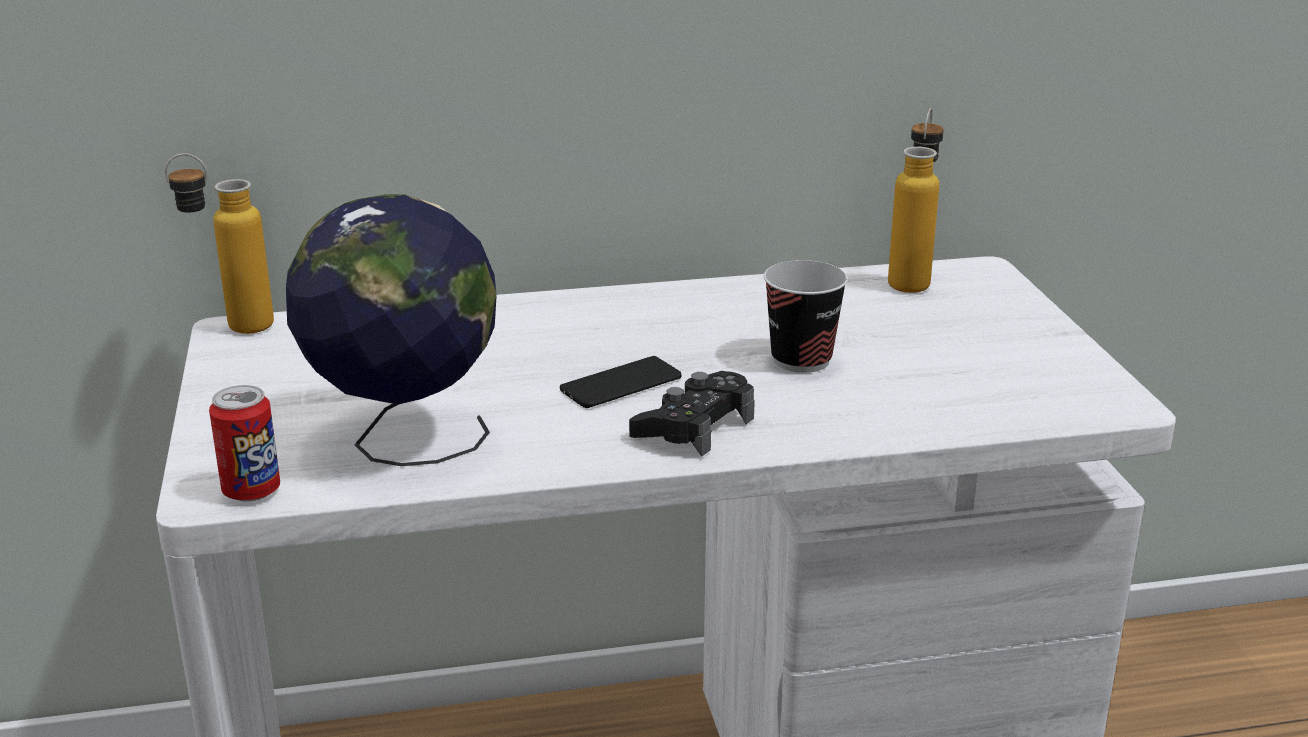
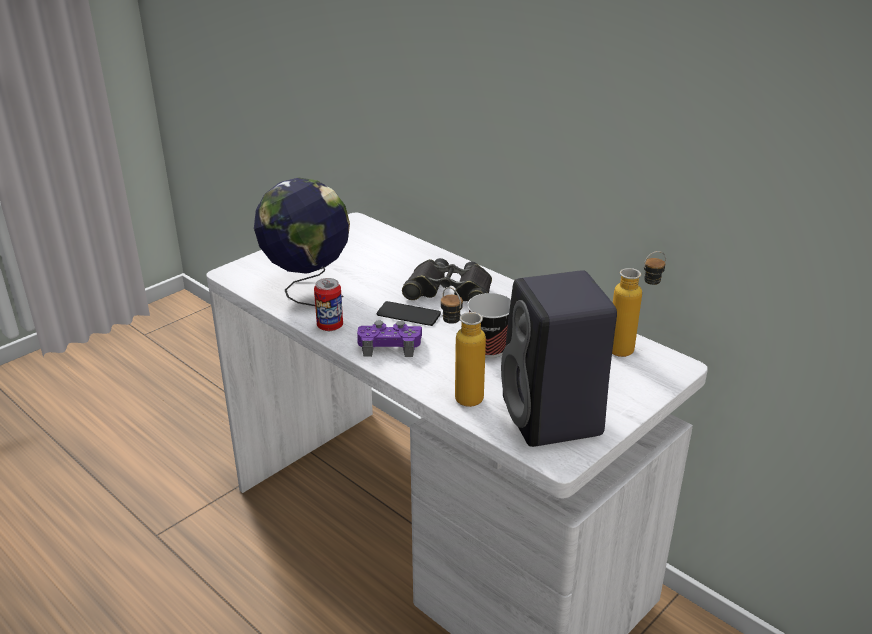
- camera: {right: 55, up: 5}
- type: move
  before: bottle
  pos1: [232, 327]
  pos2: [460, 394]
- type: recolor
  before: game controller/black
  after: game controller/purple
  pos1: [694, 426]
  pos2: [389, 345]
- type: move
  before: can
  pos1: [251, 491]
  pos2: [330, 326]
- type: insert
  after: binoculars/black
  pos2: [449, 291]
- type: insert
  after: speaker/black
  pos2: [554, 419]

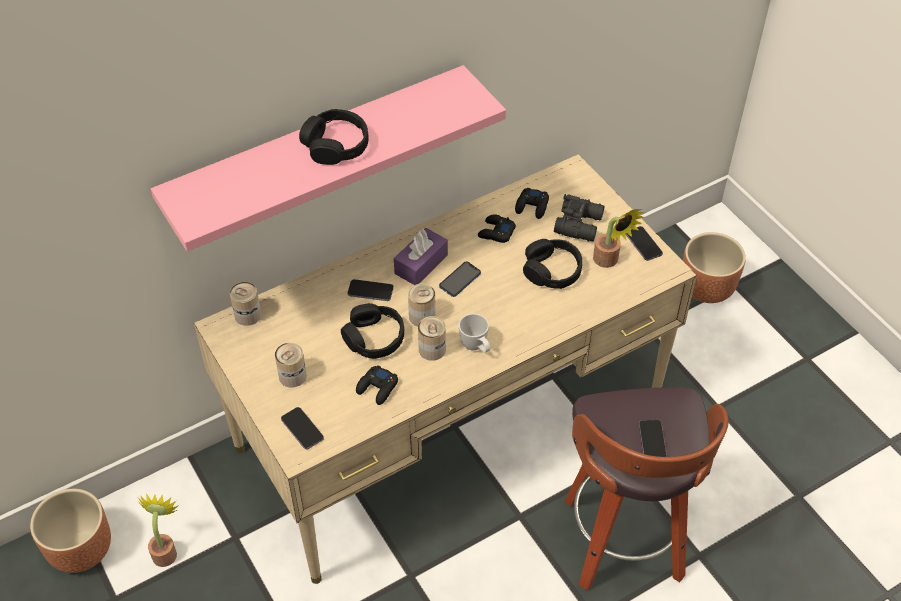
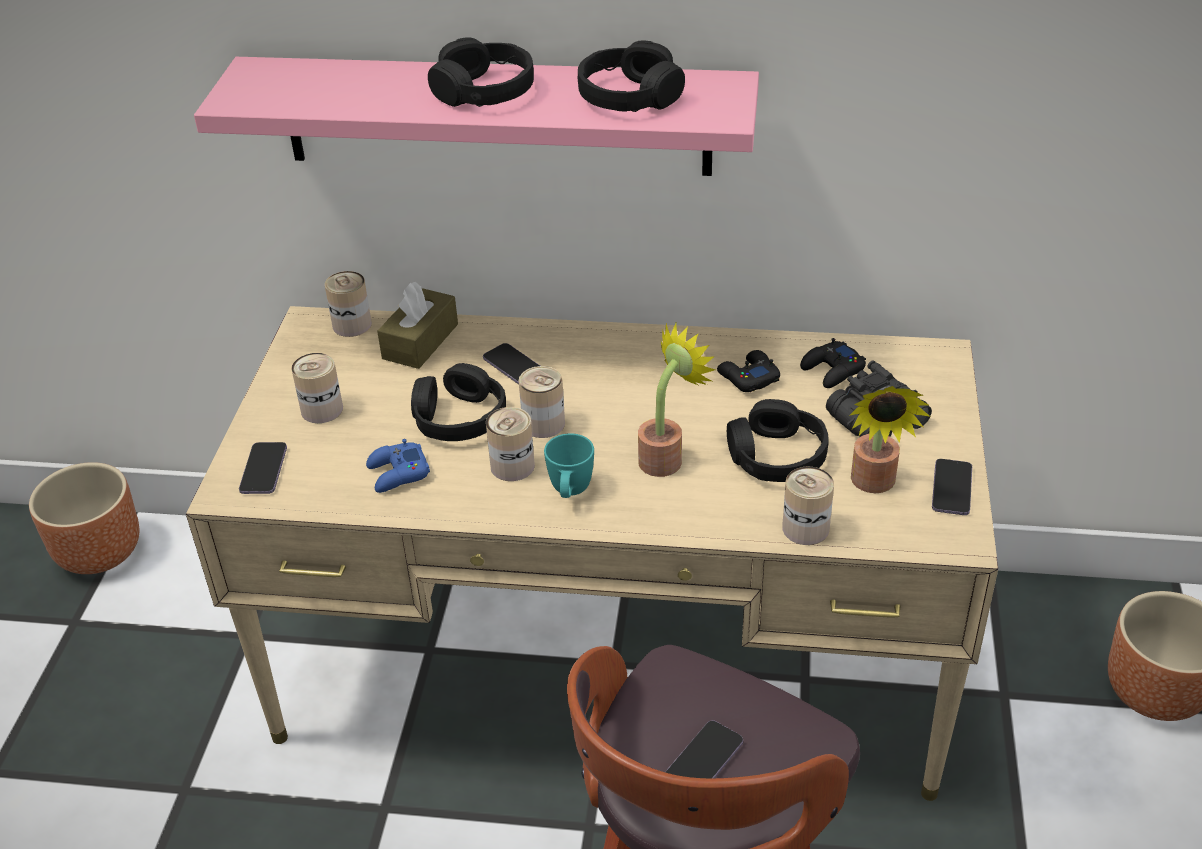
- camera: {right: 40, up: -10}
- type: delete
  before: tissue box/purple
  pos1: [421, 264]
- type: delete
  before: phone
  pos1: [460, 280]
- type: recolor
  before: mug/white
  after: mug/turquoise
  pos1: [476, 347]
  pos2: [570, 493]
- type: recolor
  before: game controller/black
  after: game controller/blue
  pos1: [377, 388]
  pos2: [397, 473]
- type: move
  before: potted plant
  pos1: [165, 550]
  pos2: [666, 457]
- type: insert
  after: headphones/black
  pos2: [629, 96]
- type: insert
  after: tissue box/brown
  pos2: [420, 341]
- type: insert
  after: can
  pos2: [805, 528]

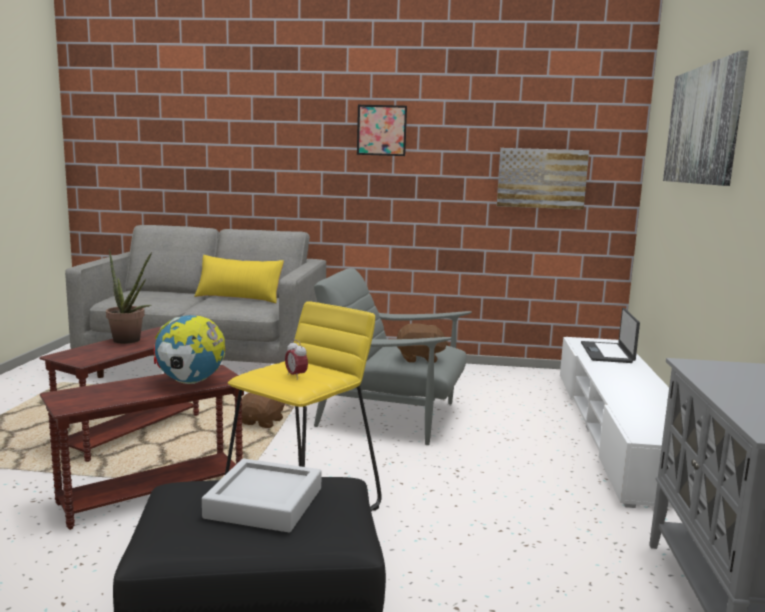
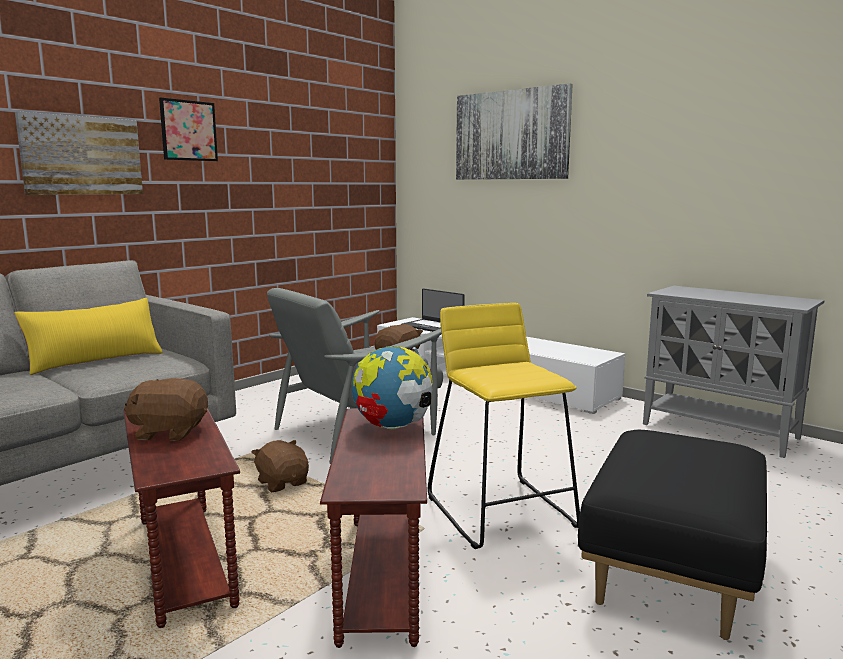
- camera: {right: -55, up: 0}
- type: move
  before: picture
  pos1: [541, 178]
  pos2: [81, 156]
- type: replace
  before: potted plant
  after: plush toy/brown
  pos1: [130, 341]
  pos2: [169, 432]
- type: delete
  before: alarm clock
  pos1: [296, 376]
- type: delete
  before: tray/grey
  pos1: [264, 503]

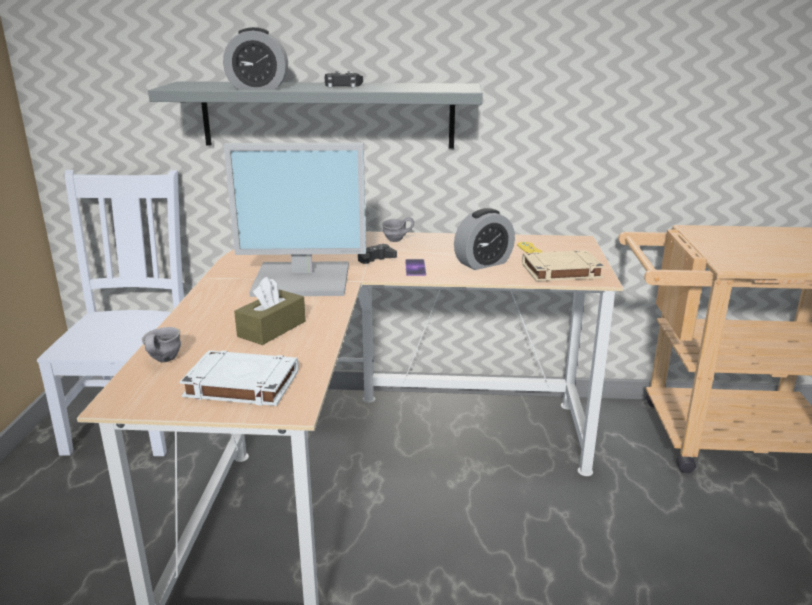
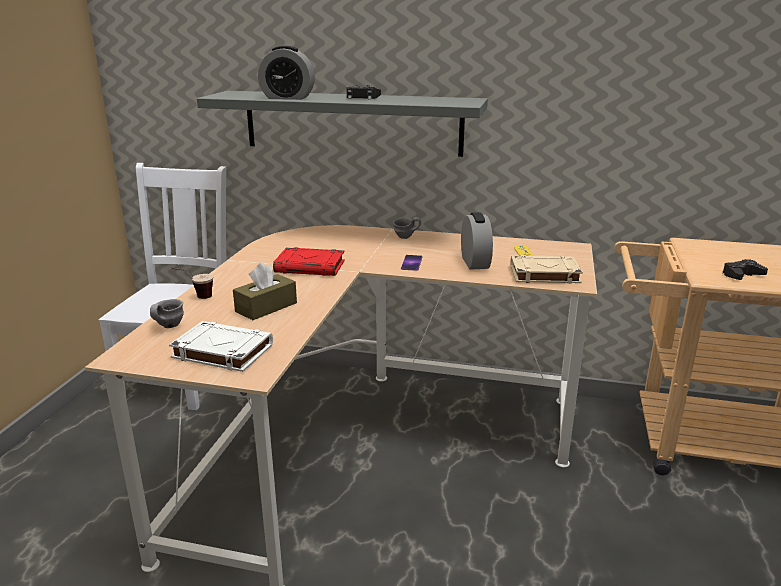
- camera: {right: 10, up: 0}
- type: replace
  before: monitor
  after: book/red
  pos1: [304, 279]
  pos2: [310, 267]
- type: rotate
  before: alarm clock
  pos1: [483, 263]
  pos2: [475, 263]
  turn: -75
- type: move
  before: game controller/black
  pos1: [375, 259]
  pos2: [742, 275]
- type: insert
  after: cup
  pos2: [195, 297]

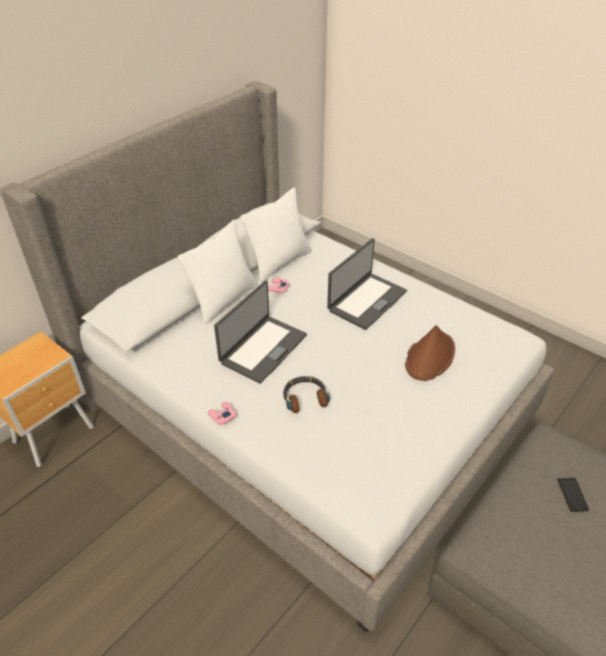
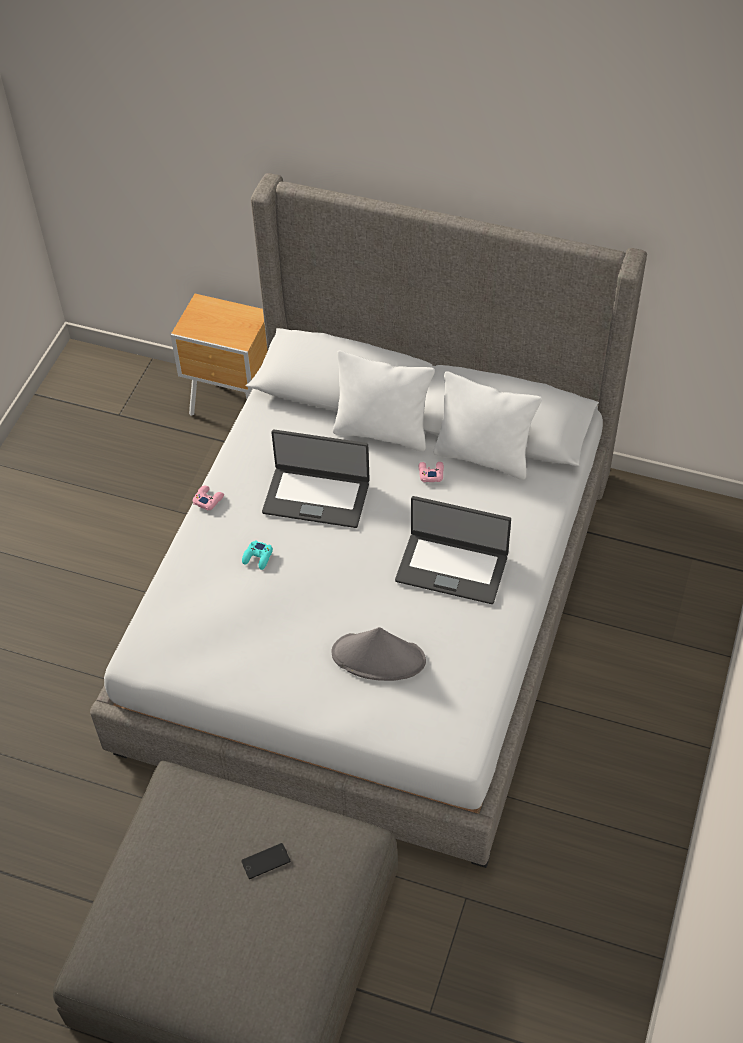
- camera: {right: 70, up: 10}
- type: recolor
  before: hat/brown
  after: hat/grey
  pos1: [430, 356]
  pos2: [379, 657]
- type: replace
  before: headphones
  after: game controller/turquoise
  pos1: [305, 397]
  pos2: [258, 557]

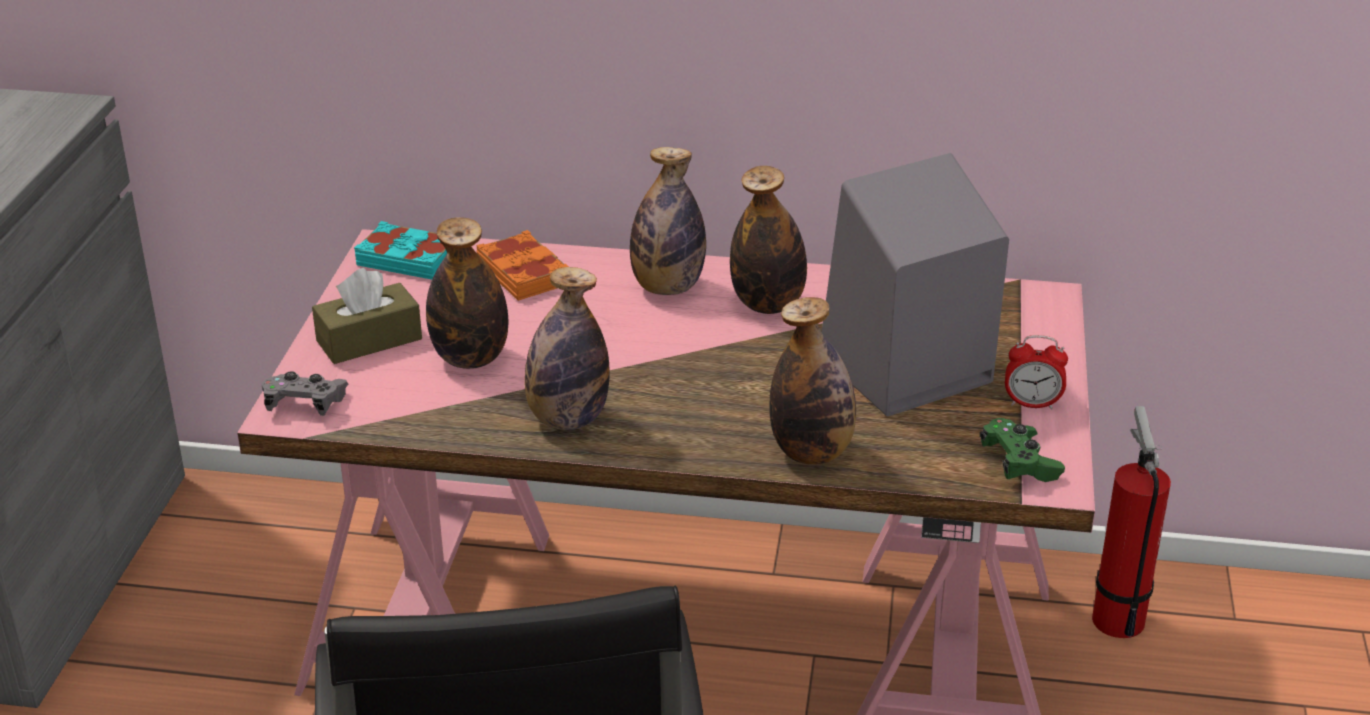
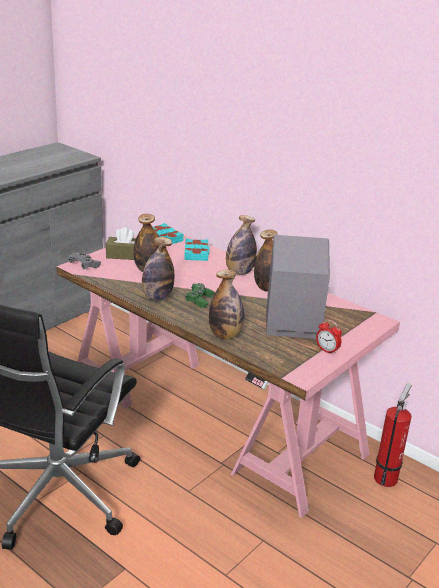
- camera: {right: 30, up: -5}
- type: recolor
  before: book/orange
  after: book/turquoise
  pos1: [524, 273]
  pos2: [196, 253]
- type: move
  before: game controller/green
  pos1: [1019, 463]
  pos2: [199, 300]

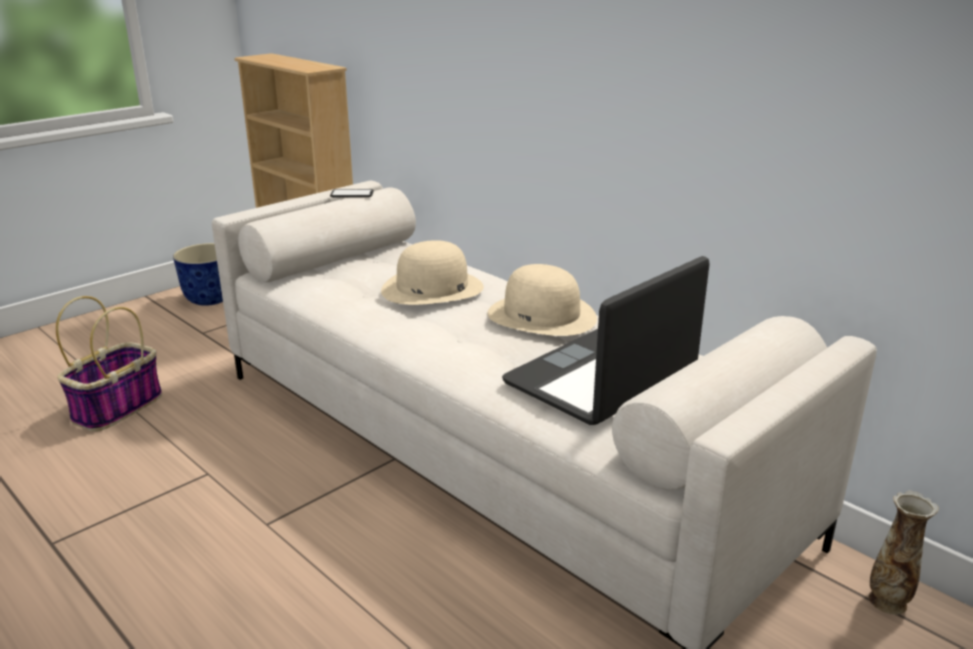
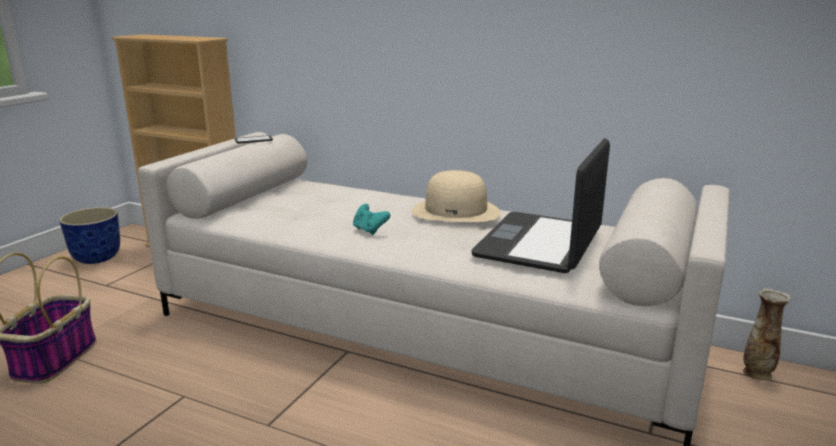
- camera: {right: -20, up: -5}
- type: delete
  before: hat/beige
  pos1: [432, 288]
- type: insert
  after: game controller/turquoise
  pos2: [369, 230]

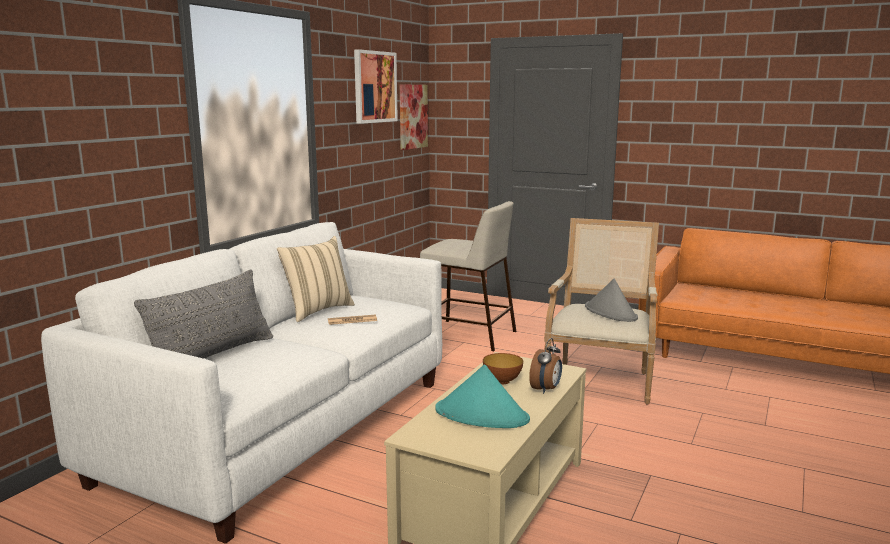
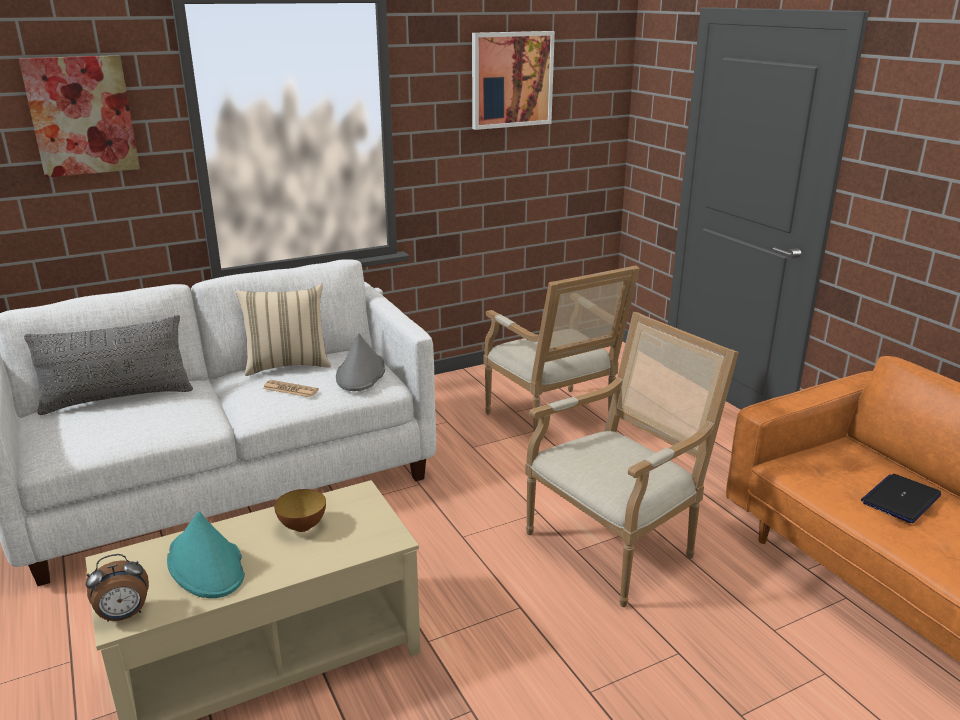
- camera: {right: 35, up: 10}
- type: move
  before: picture
  pos1: [412, 116]
  pos2: [82, 116]
- type: replace
  before: stool/beige
  after: armchair
  pos1: [467, 335]
  pos2: [555, 420]
- type: move
  before: hat/grey
  pos1: [611, 313]
  pos2: [361, 374]
- type: move
  before: alarm clock
  pos1: [546, 389]
  pos2: [124, 615]
- type: insert
  after: laptop
  pos2: [901, 499]

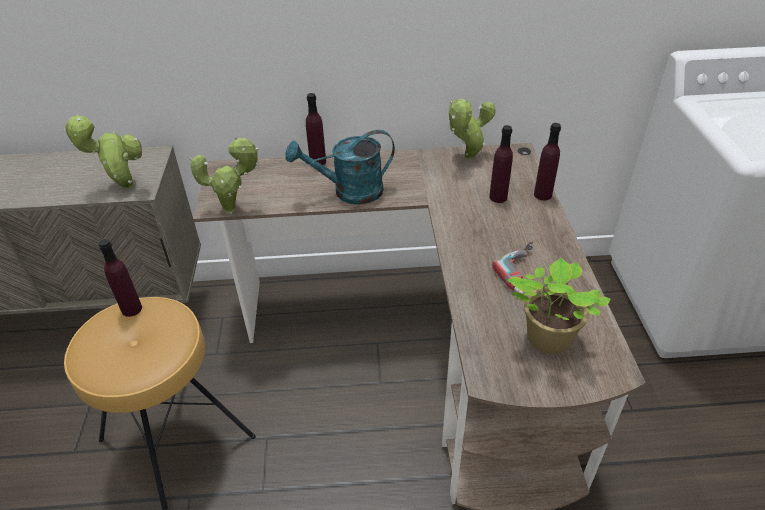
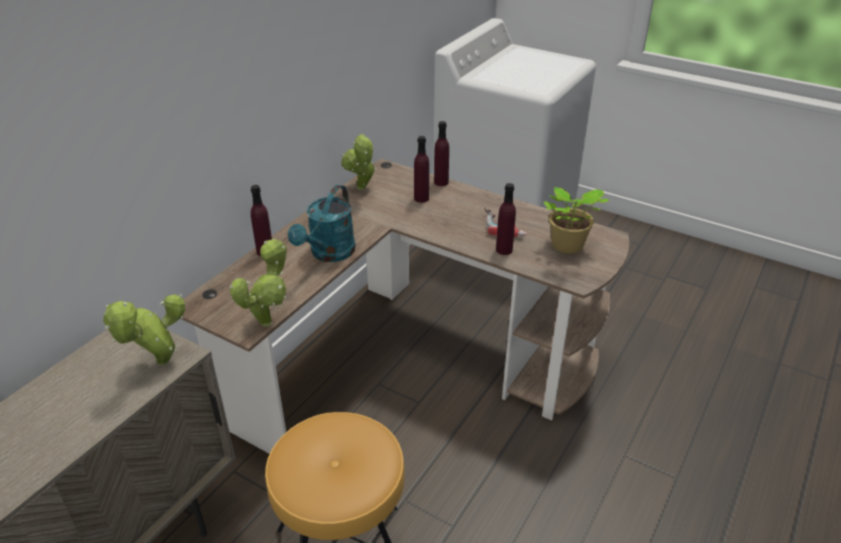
- camera: {right: -55, up: -5}
- type: move
  before: bottle/purple
  pos1: [131, 309]
  pos2: [504, 250]

